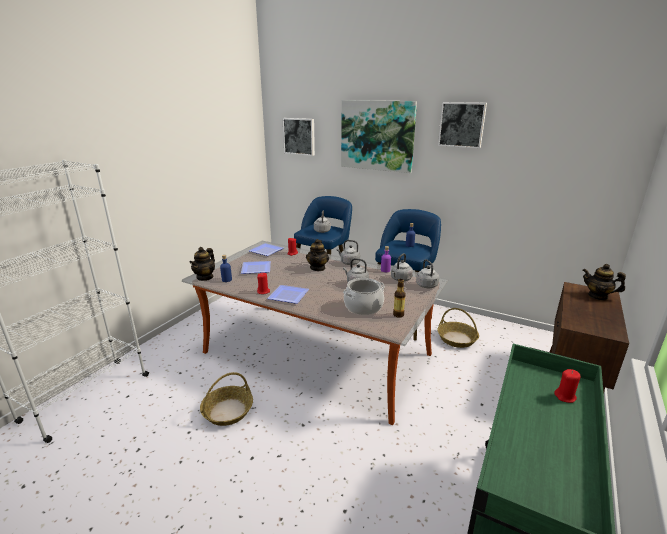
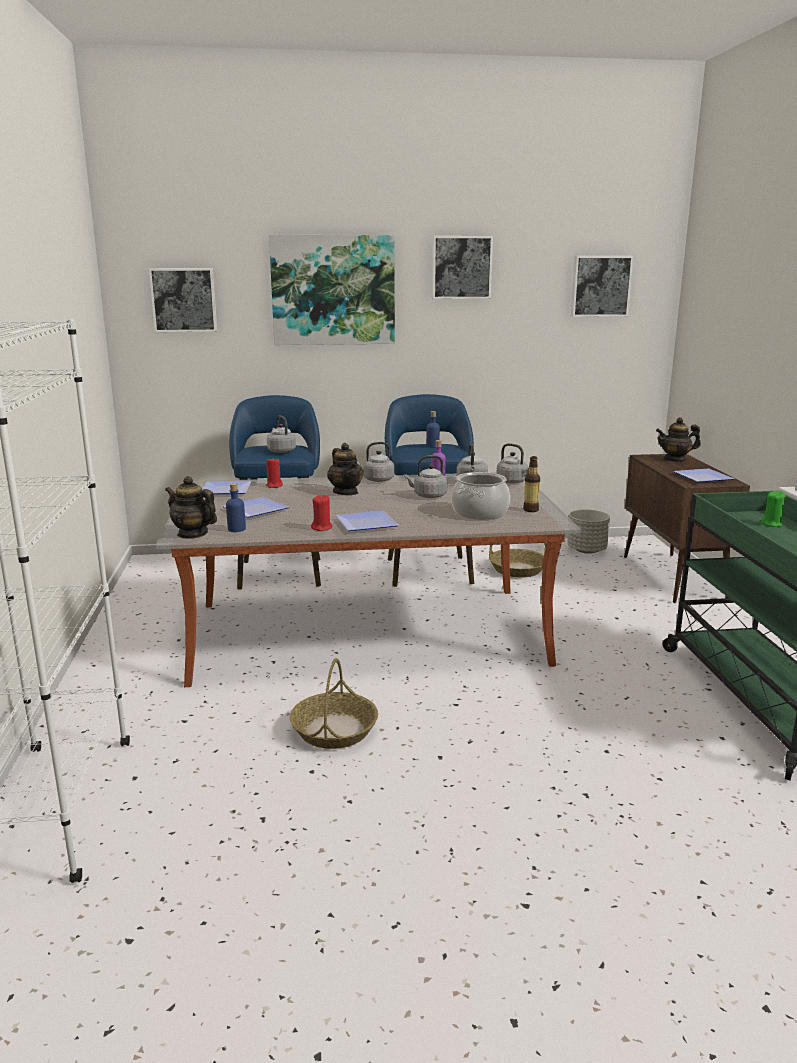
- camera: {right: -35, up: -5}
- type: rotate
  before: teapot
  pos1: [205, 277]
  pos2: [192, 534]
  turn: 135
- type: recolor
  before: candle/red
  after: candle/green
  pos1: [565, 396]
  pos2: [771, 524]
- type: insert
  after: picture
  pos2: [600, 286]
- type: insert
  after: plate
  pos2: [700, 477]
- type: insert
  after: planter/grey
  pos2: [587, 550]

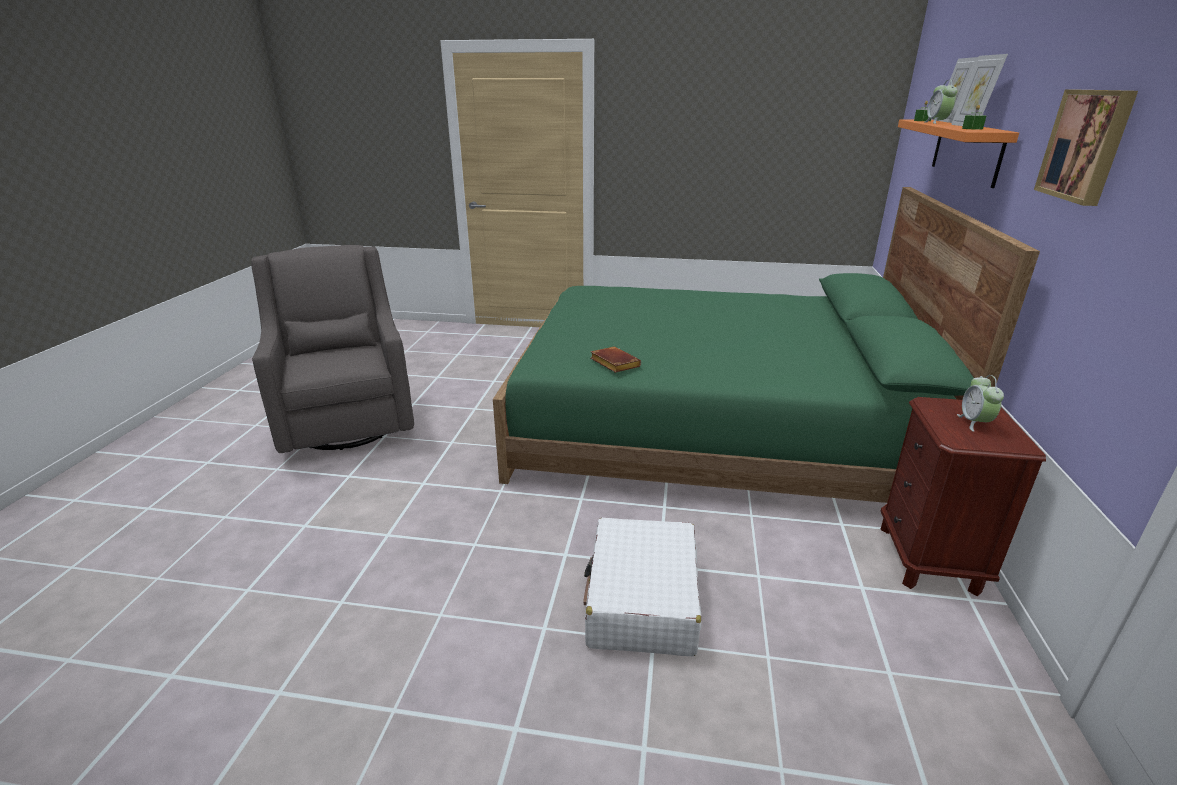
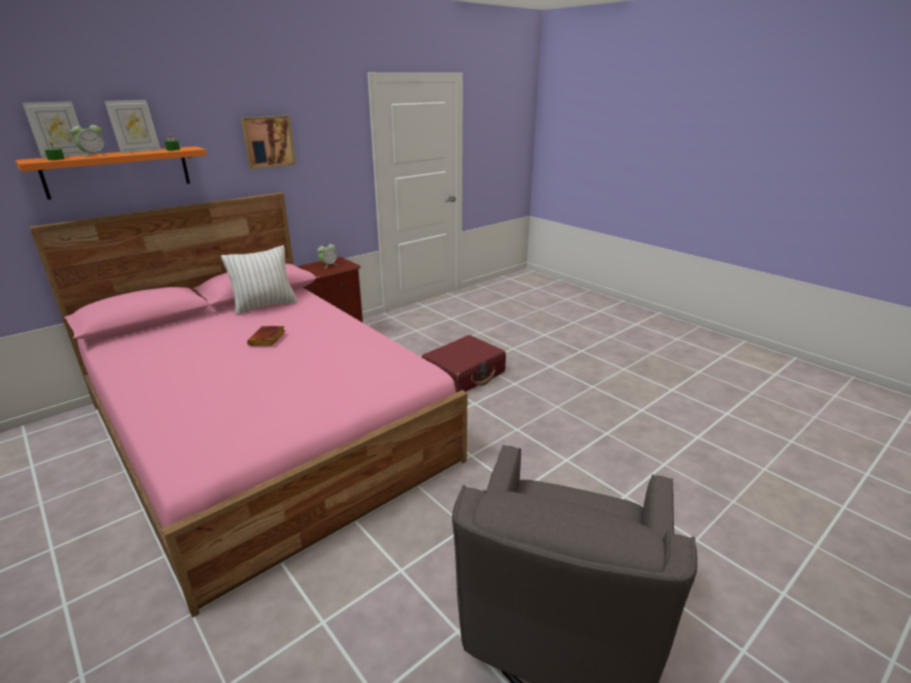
- camera: {right: -140, up: 0}
- type: recolor
  before: bed/green
  after: bed/pink
  pos1: [711, 425]
  pos2: [266, 431]
- type: move
  before: book/brown
  pos1: [613, 363]
  pos2: [268, 339]
- type: recolor
  before: suitcase/white
  after: suitcase/red
  pos1: [642, 600]
  pos2: [464, 374]
- type: insert
  after: pillow/white
  pos2: [265, 306]

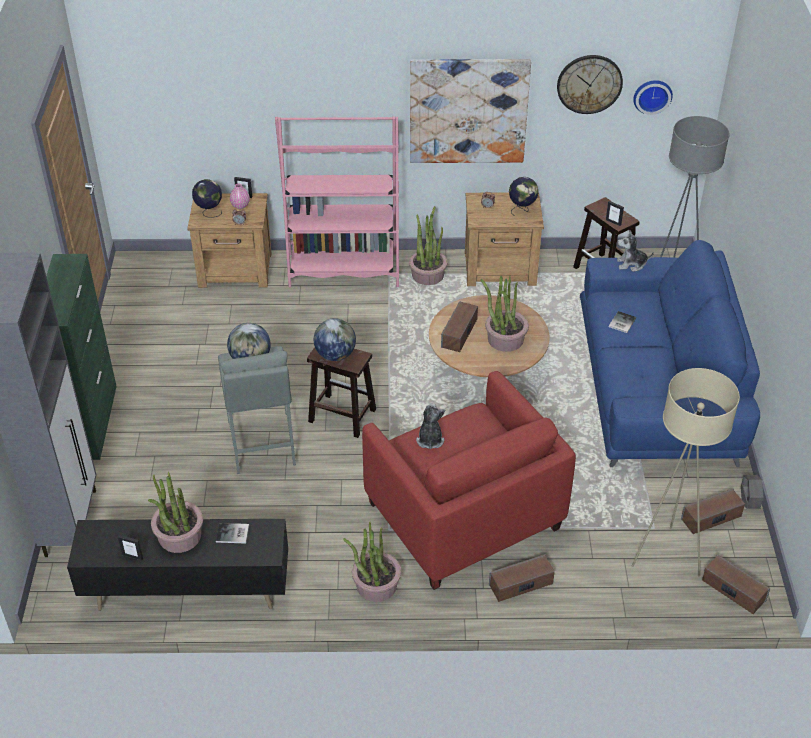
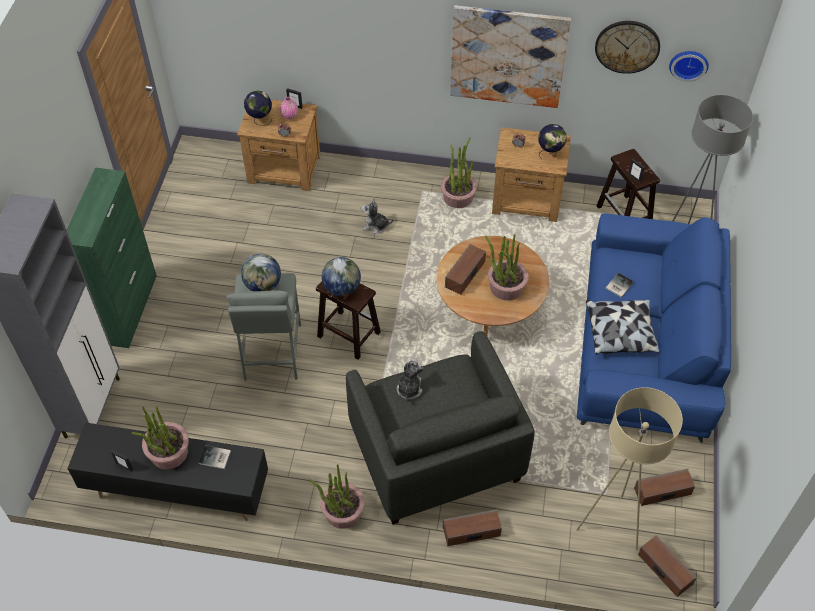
- camera: {right: 10, up: 10}
- type: delete
  before: bookcase/pink
  pos1: [343, 270]
- type: move
  before: plush toy
  pos1: [631, 264]
  pos2: [376, 226]
- type: recolor
  before: armchair/red
  after: armchair/grey
  pos1: [463, 515]
  pos2: [435, 453]
- type: delete
  before: planter/grey
  pos1: [748, 503]
- type: insert
  after: pillow
  pos2: [620, 333]

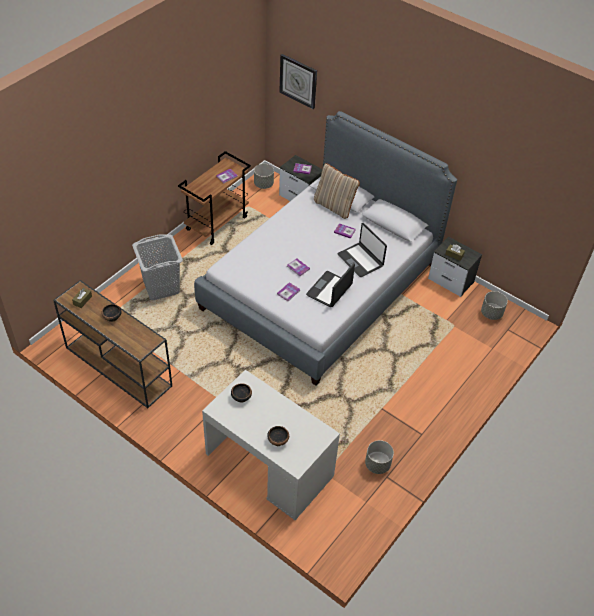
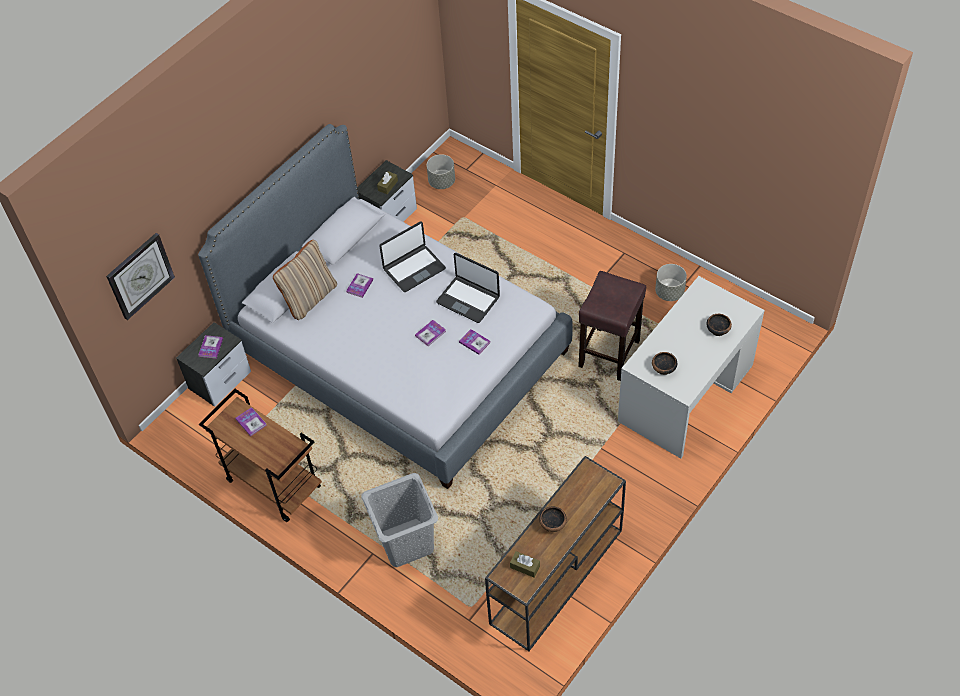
- camera: {right: -85, up: 5}
- type: delete
  before: planter/grey
  pos1: [264, 184]
- type: insert
  after: stool/brown
  pos2: [609, 353]

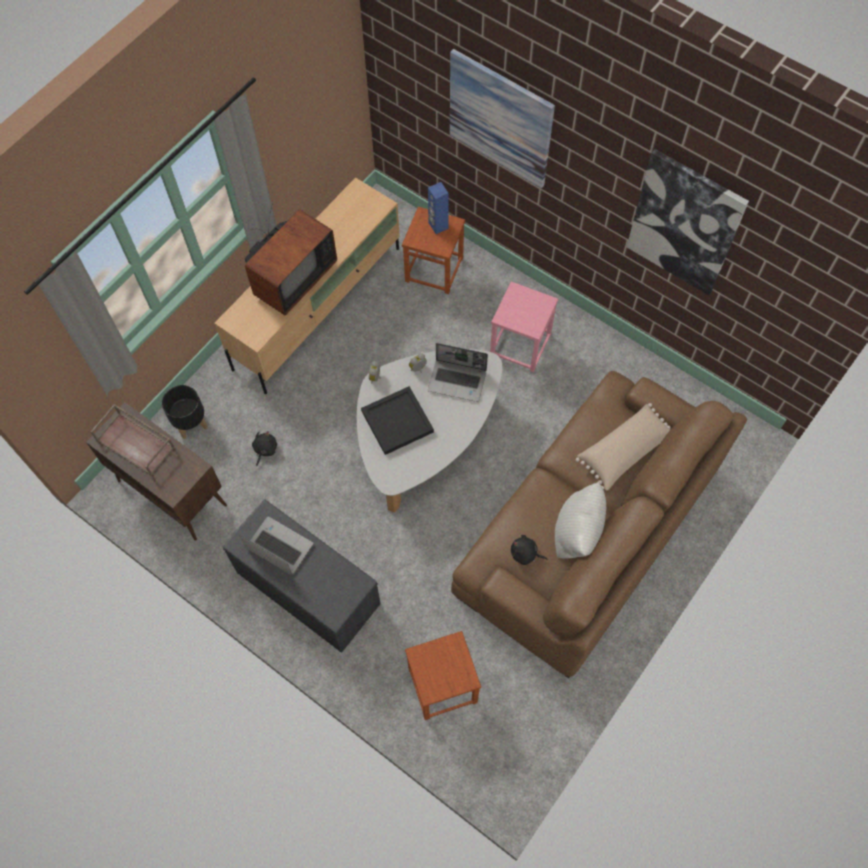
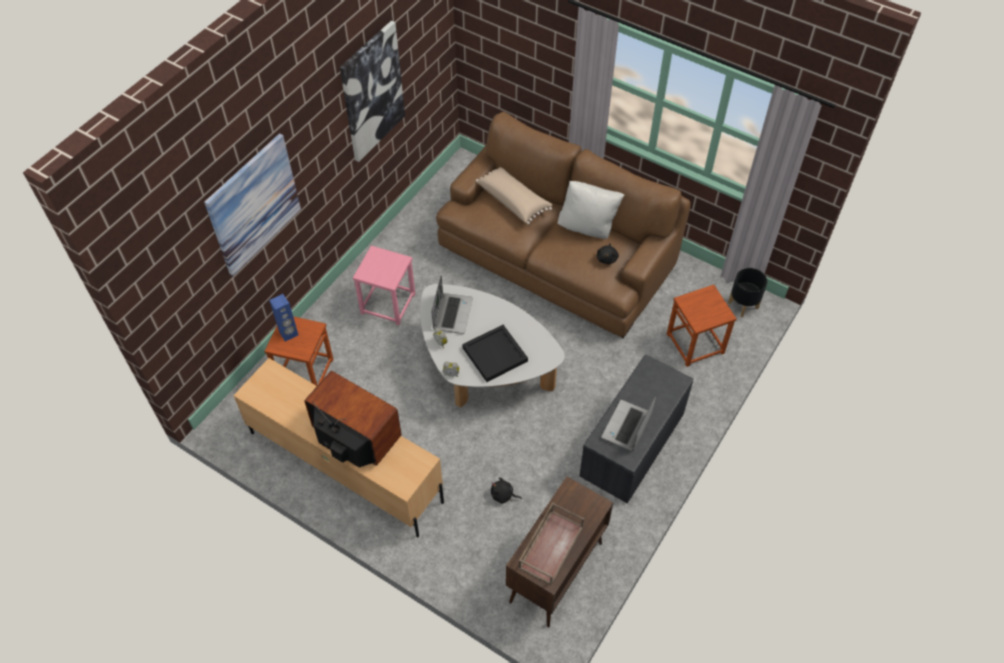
- camera: {right: -95, up: -10}
- type: move
  before: planter/black
  pos1: [190, 423]
  pos2: [742, 305]

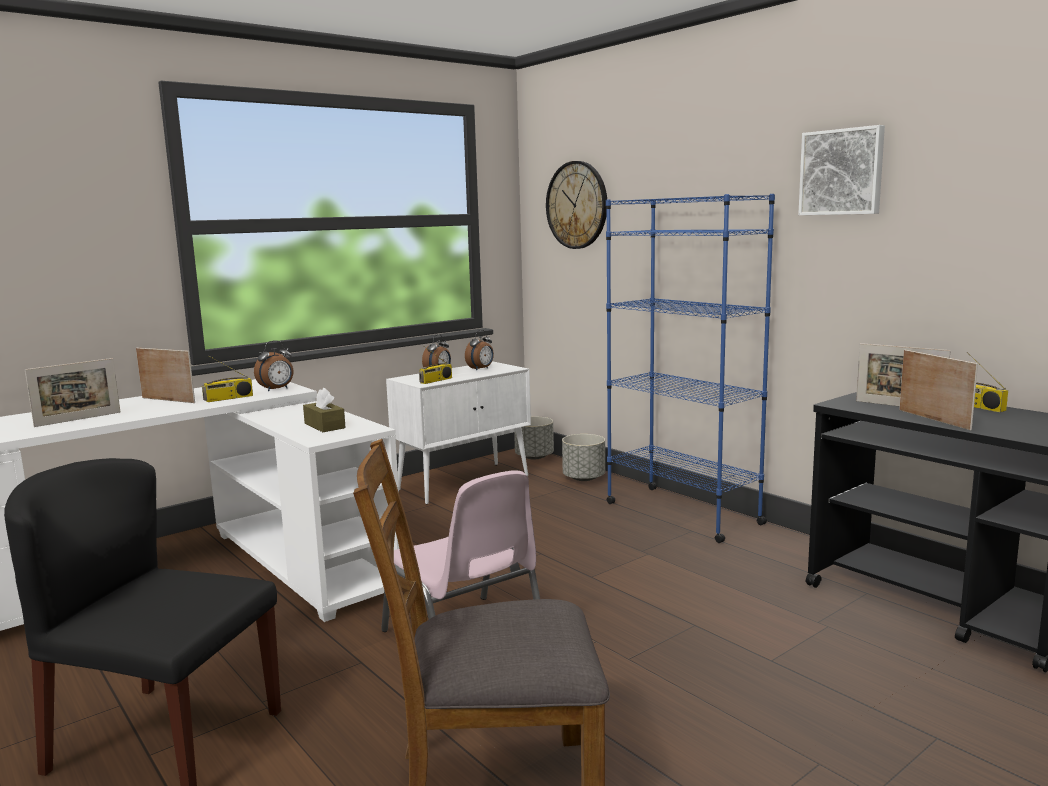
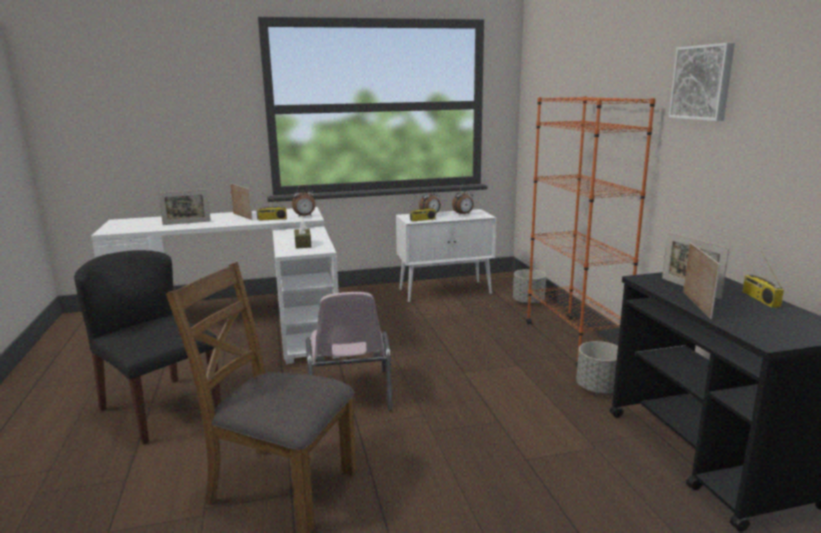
- camera: {right: 25, up: 5}
- type: delete
  before: wall clock
  pos1: [577, 205]
- type: recolor
  before: bookcase/blue
  after: bookcase/orange
  pos1: [682, 513]
  pos2: [573, 340]
- type: move
  before: planter/grey
  pos1: [534, 457]
  pos2: [598, 388]

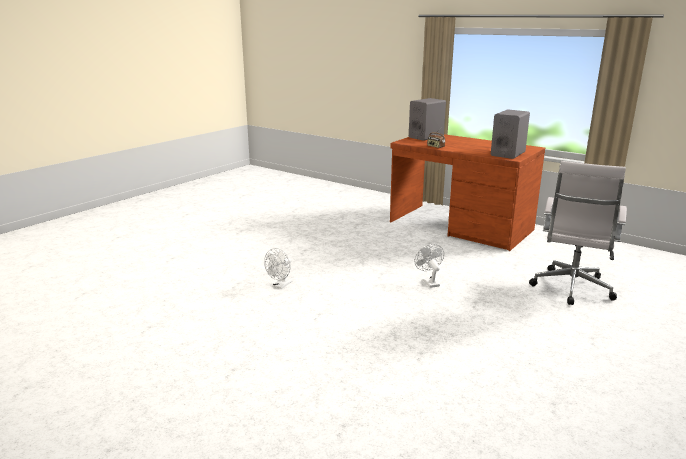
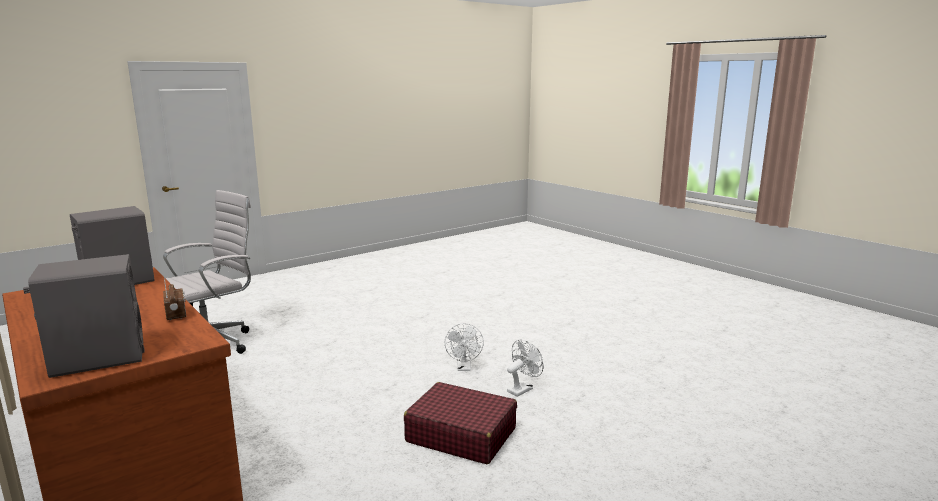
- camera: {right: -165, up: -5}
- type: move
  before: fan/white
  pos1: [429, 282]
  pos2: [464, 368]
- type: insert
  after: suitcase/red
  pos2: [461, 435]

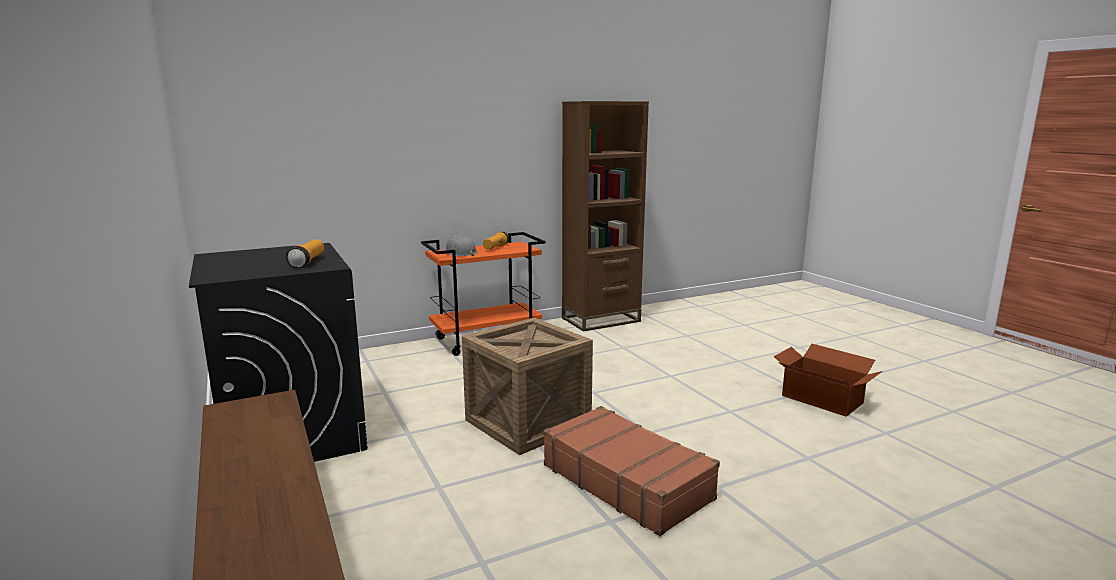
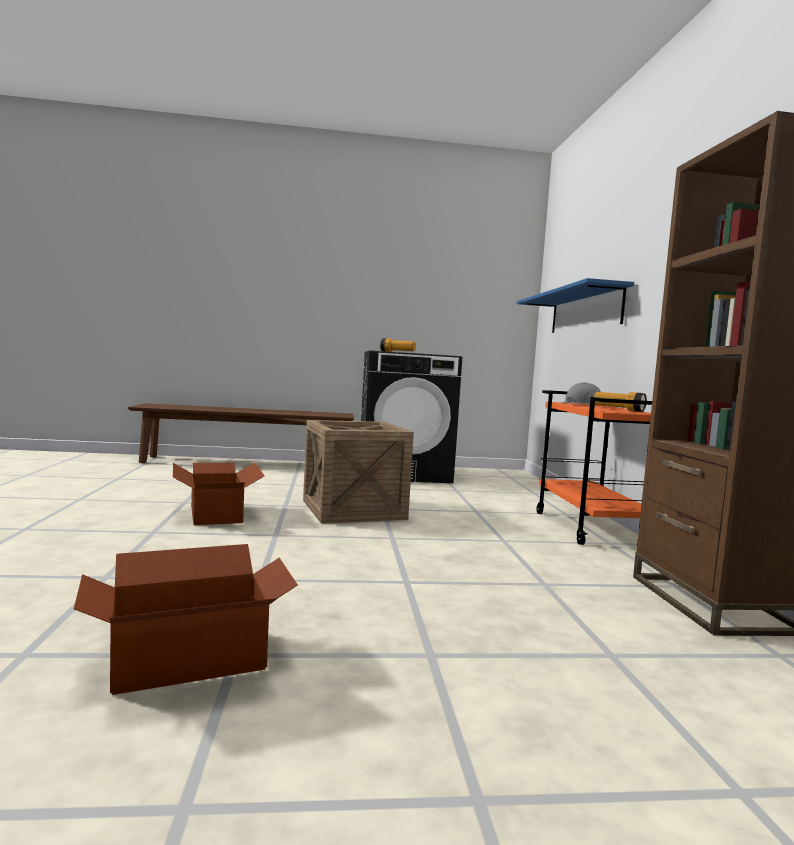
- camera: {right: 110, up: -10}
- type: replace
  before: suitcase/brown
  after: cardboard box
  pos1: [626, 481]
  pos2: [217, 514]
- type: insert
  after: shelf/blue
  pos2: [584, 311]

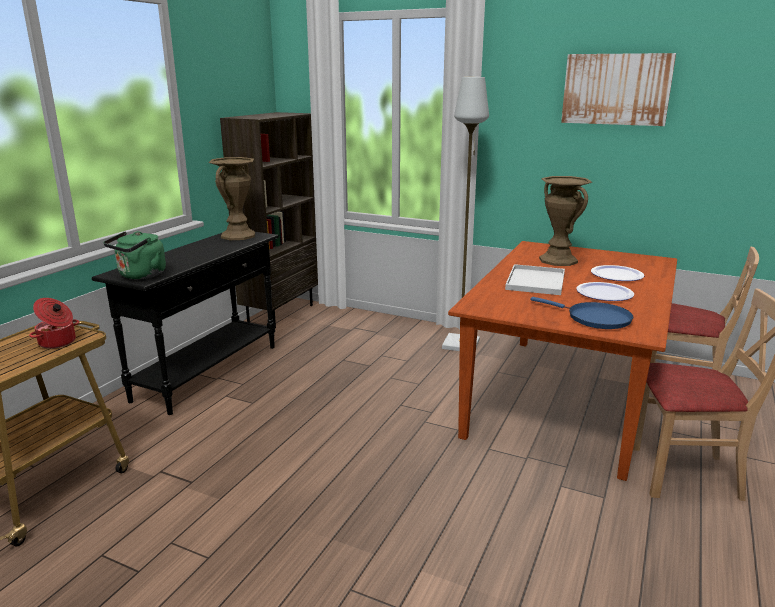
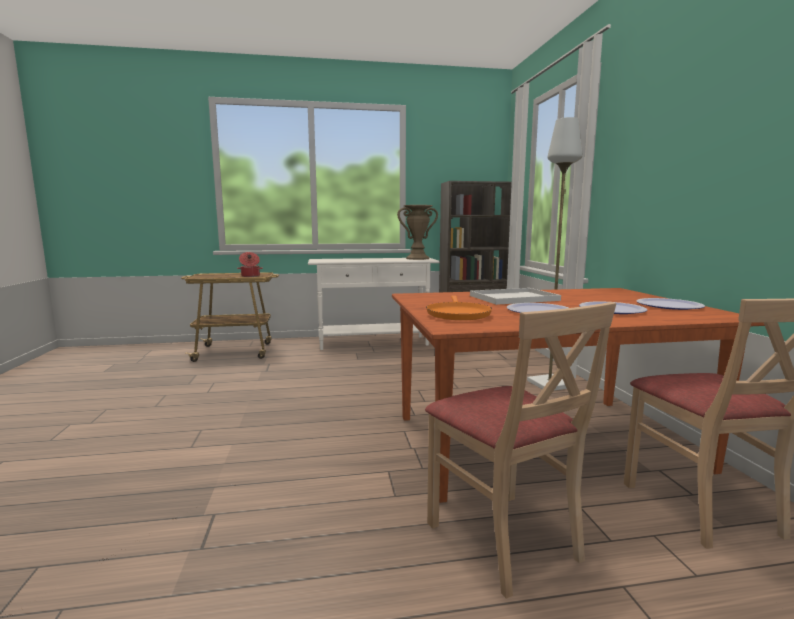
- camera: {right: 55, up: -10}
- type: delete
  before: picture
  pos1: [616, 89]
- type: delete
  before: vase/brown
  pos1: [558, 260]
- type: delete
  before: kettle/green
  pos1: [140, 275]
- type: recolor
  before: console table/black
  after: console table/white
  pos1: [208, 372]
  pos2: [374, 343]
- type: recolor
  before: frying pan/blue
  after: frying pan/orange
  pos1: [594, 318]
  pos2: [457, 314]
- type: insert
  after: plate
  pos2: [669, 305]

